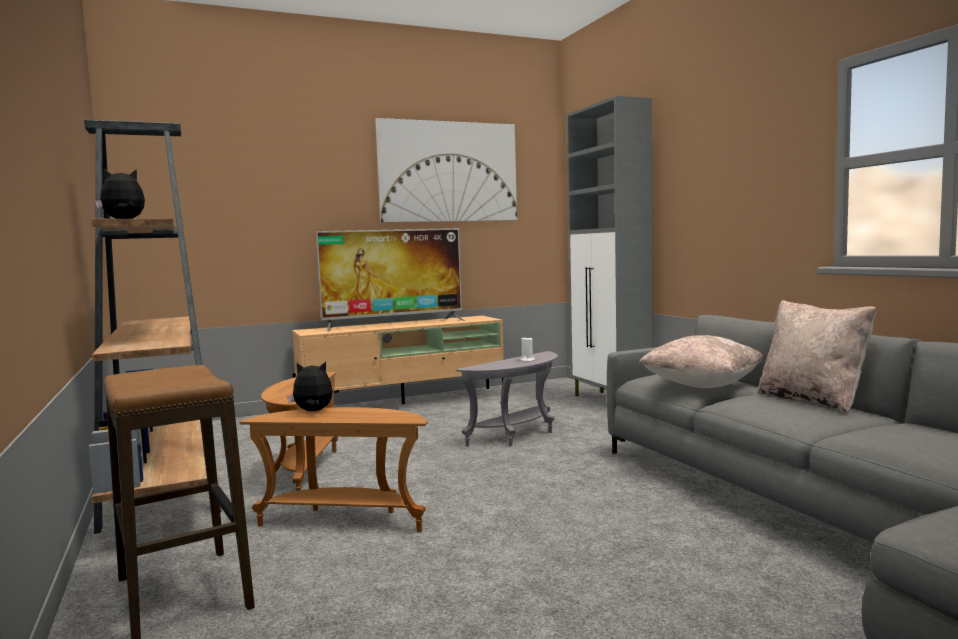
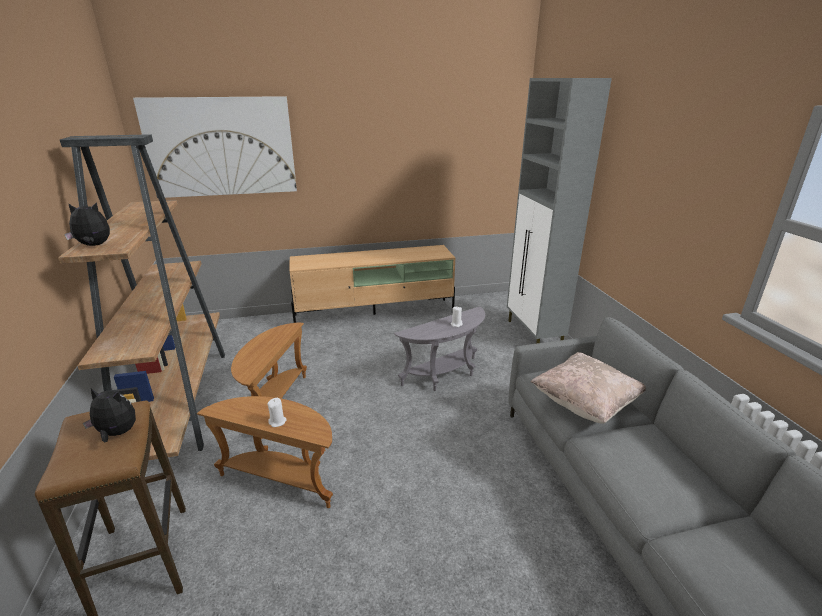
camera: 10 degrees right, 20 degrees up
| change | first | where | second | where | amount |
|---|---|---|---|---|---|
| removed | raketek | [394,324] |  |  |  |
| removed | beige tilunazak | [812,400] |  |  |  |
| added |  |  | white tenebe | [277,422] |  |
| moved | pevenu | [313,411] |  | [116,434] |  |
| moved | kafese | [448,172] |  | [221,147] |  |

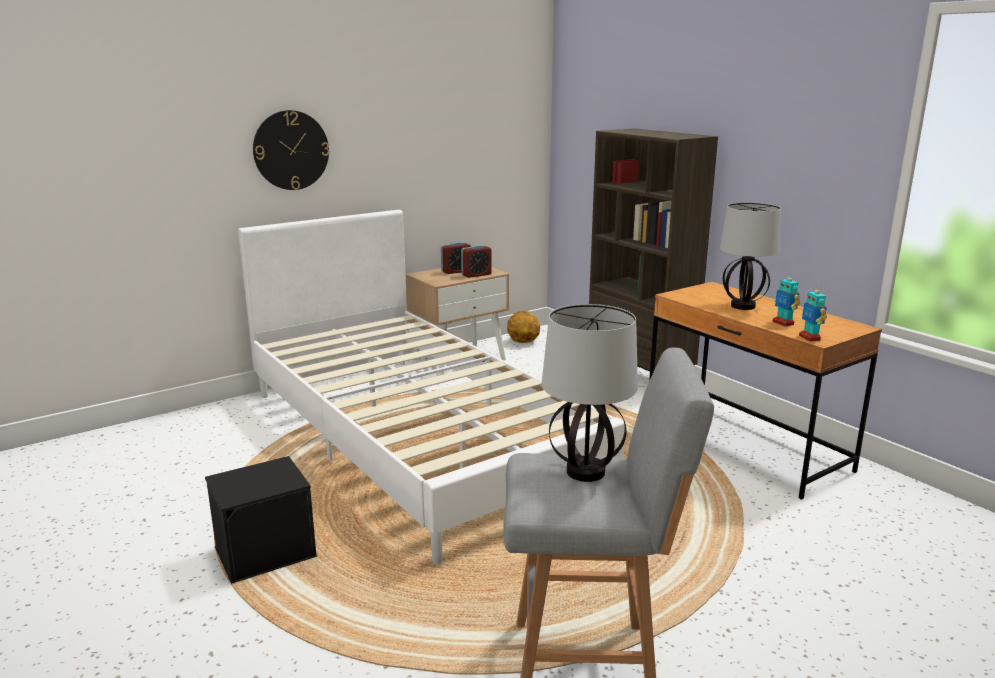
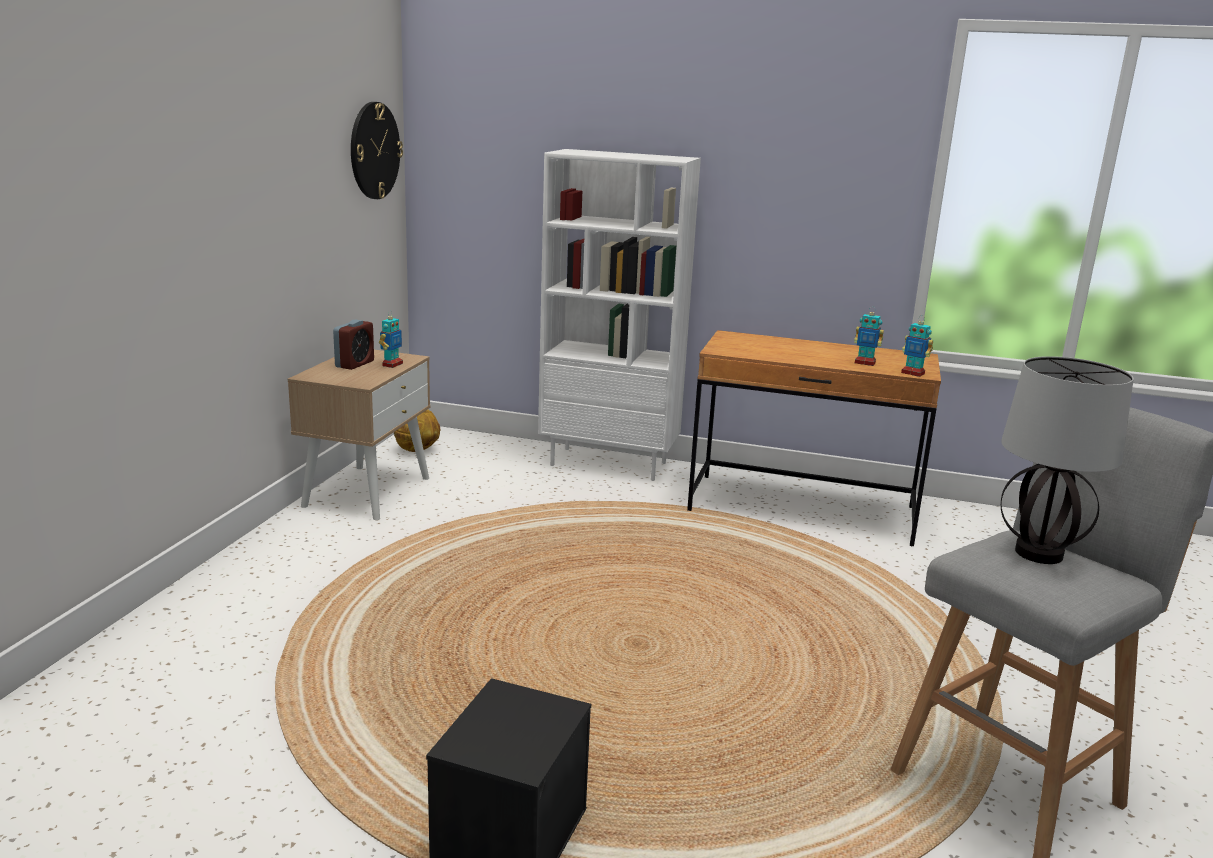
camera: 40 degrees left, 0 degrees up
| change | first | where | second | where | amount |
|---|---|---|---|---|---|
| removed | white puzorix | [415,438] |  |  |  |
| removed | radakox | [742,306] |  |  |  |
| moved | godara | [291,150] |  | [374,151] |  |
| replaced | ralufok | [476,275] | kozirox | [392,364] |  |
| recoloured | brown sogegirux | [640,378] | white sogegirux | [609,463] |  |

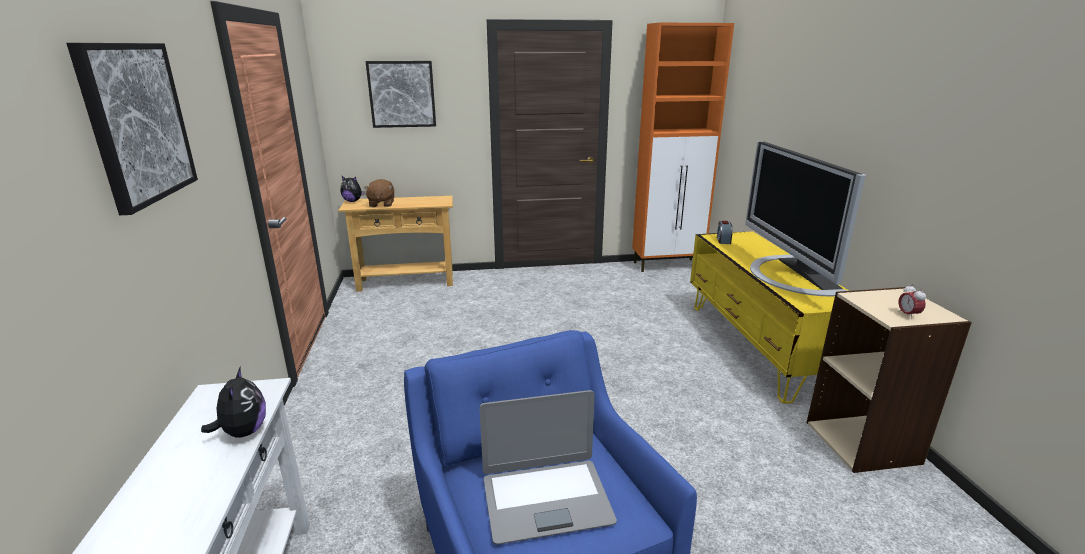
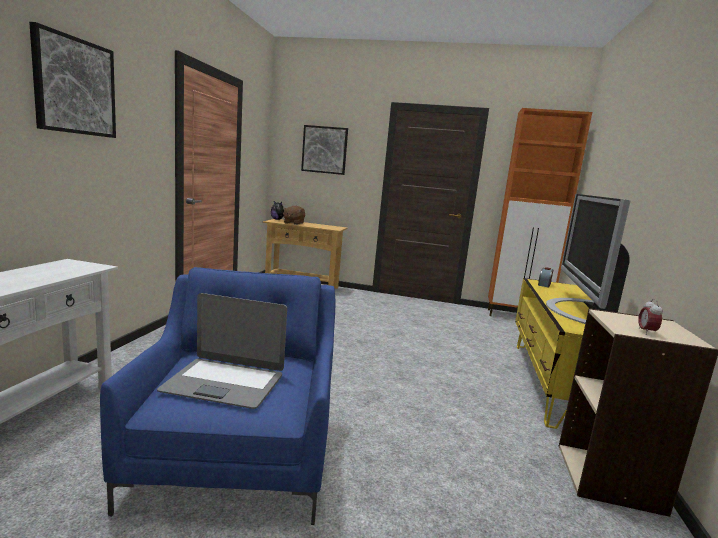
camera: 20 degrees right, 10 degrees down
| change | first | where | second | where | amount |
|---|---|---|---|---|---|
| removed | pevenu | [243,432] |  |  |  |

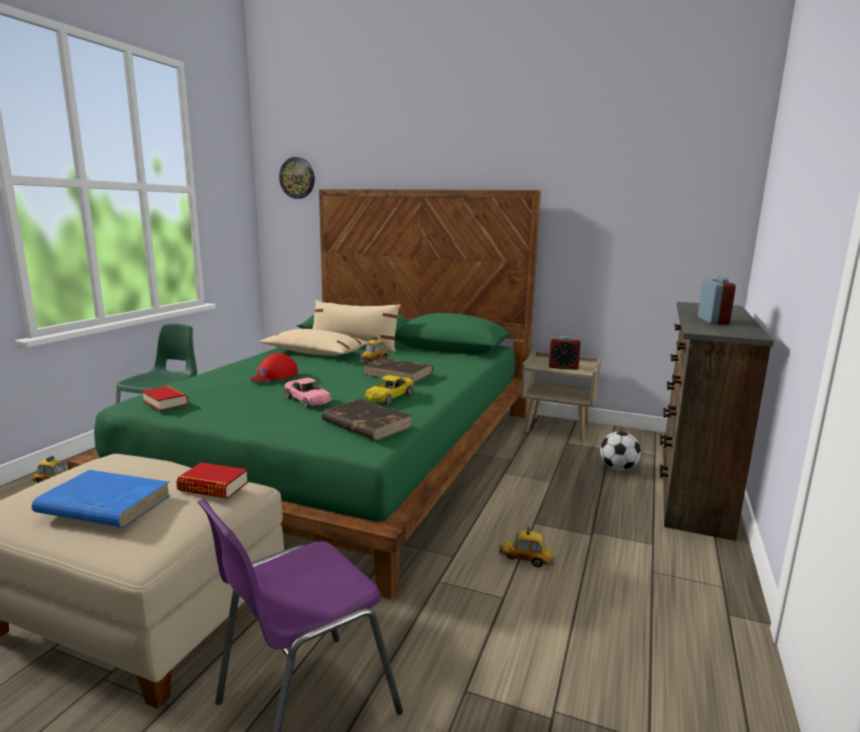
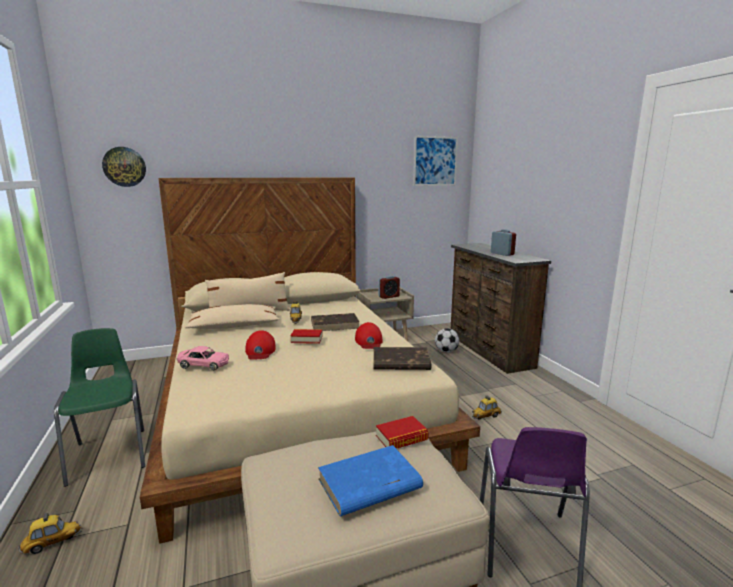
camera: 40 degrees left, 0 degrees up
| change | first | where | second | where | amount |
|---|---|---|---|---|---|
| added |  |  | kafese | [435,161] |  |
| moved | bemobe | [165,403] |  | [307,339] |  |
| moved | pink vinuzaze | [307,400] |  | [204,364] |  |
| replaced | yellow vinuzaze | [389,397] | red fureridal | [369,341] |  |
| recoloured | green puzorix | [351,455] | beige puzorix | [293,399] |  |

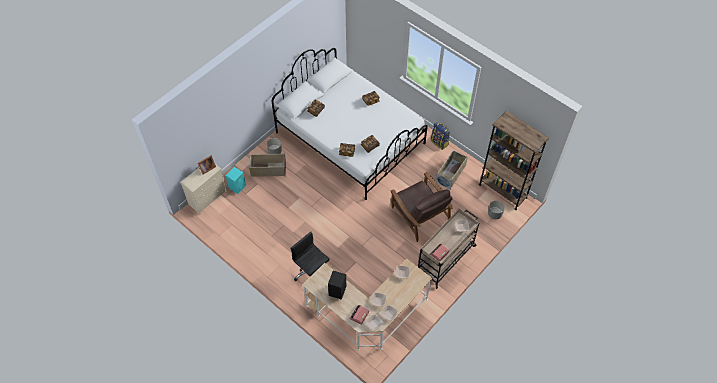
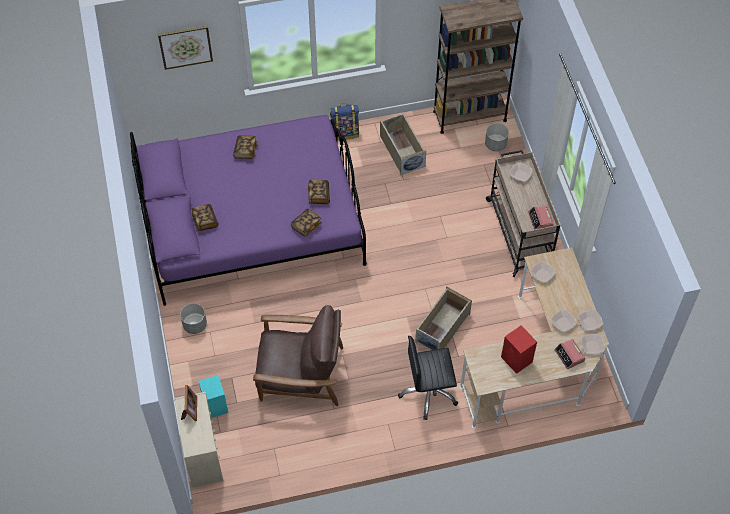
camera: 55 degrees left, 0 degrees up
| change | first | where | second | where | amount |
|---|---|---|---|---|---|
| added |  |  | kafese | [185,46] |  |
| moved | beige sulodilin | [268,169] |  | [442,328] |  |
| moved | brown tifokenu | [419,215] |  | [300,374] |  |
| recoloured | white puzorix | [350,138] | purple puzorix | [252,223] |  |
| recoloured | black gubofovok | [337,291] | red gubofovok | [517,360] |  |

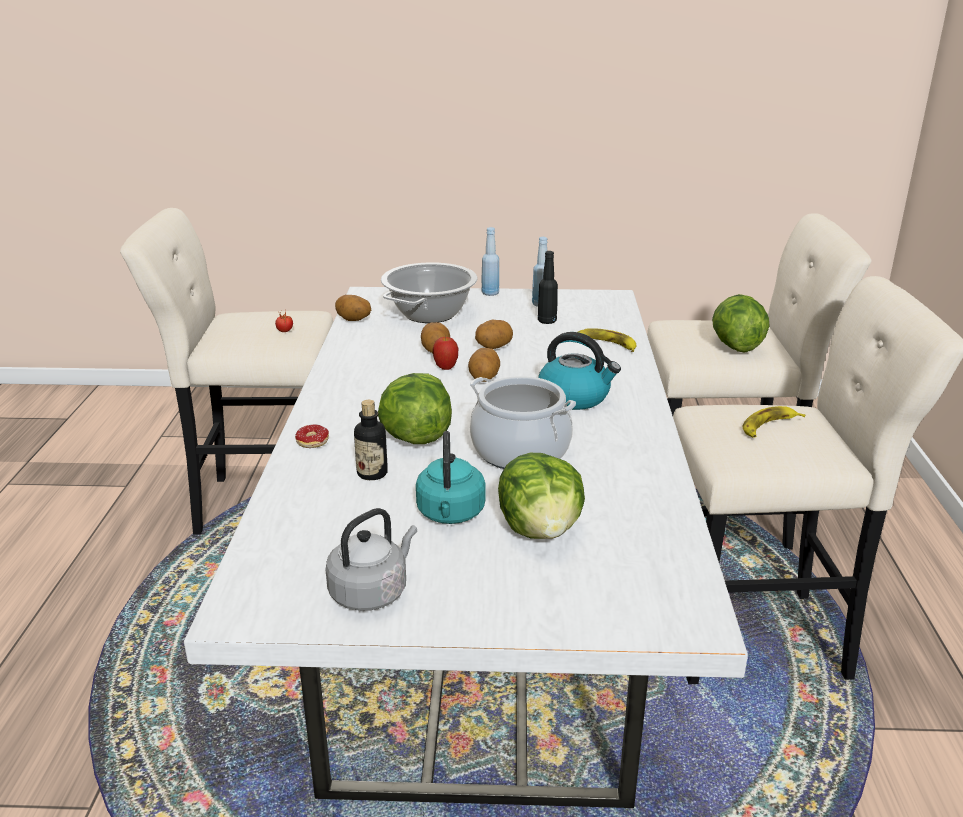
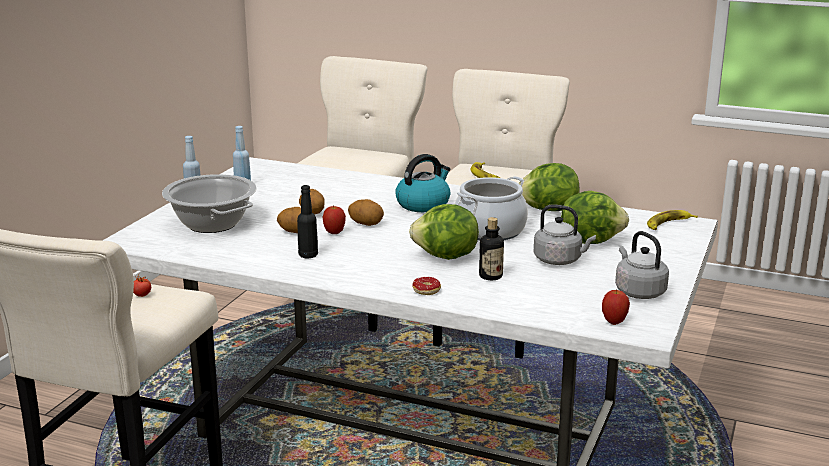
camera: 70 degrees left, 5 degrees down
| change | first | where | second | where | amount |
|---|---|---|---|---|---|
| removed | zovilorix | [353,320] |  |  |  |
| added |  |  | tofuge | [614,322] |  |
| moved | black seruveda | [547,321] |  | [308,255] |  |
| moved | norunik | [606,344] |  | [668,224] |  |
| moved | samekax | [735,346] |  | [548,210] |  |
| recoloured | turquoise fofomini | [450,514] | grey fofomini | [560,260] |  |

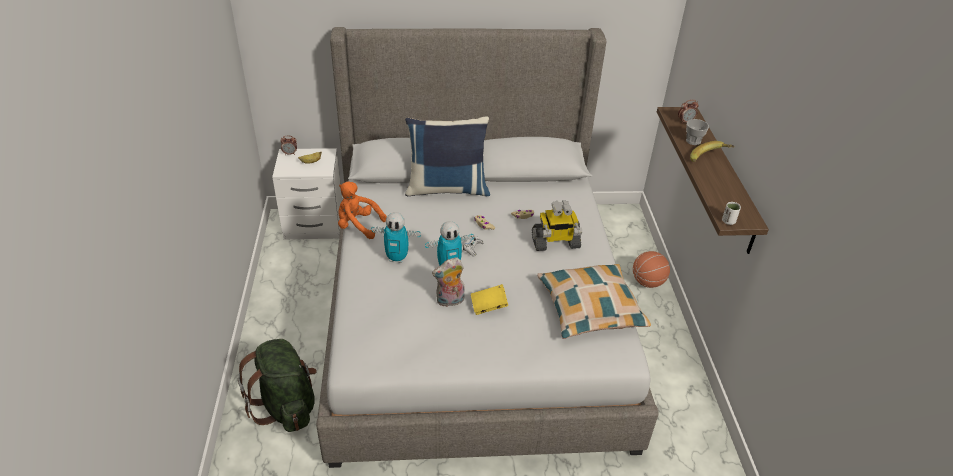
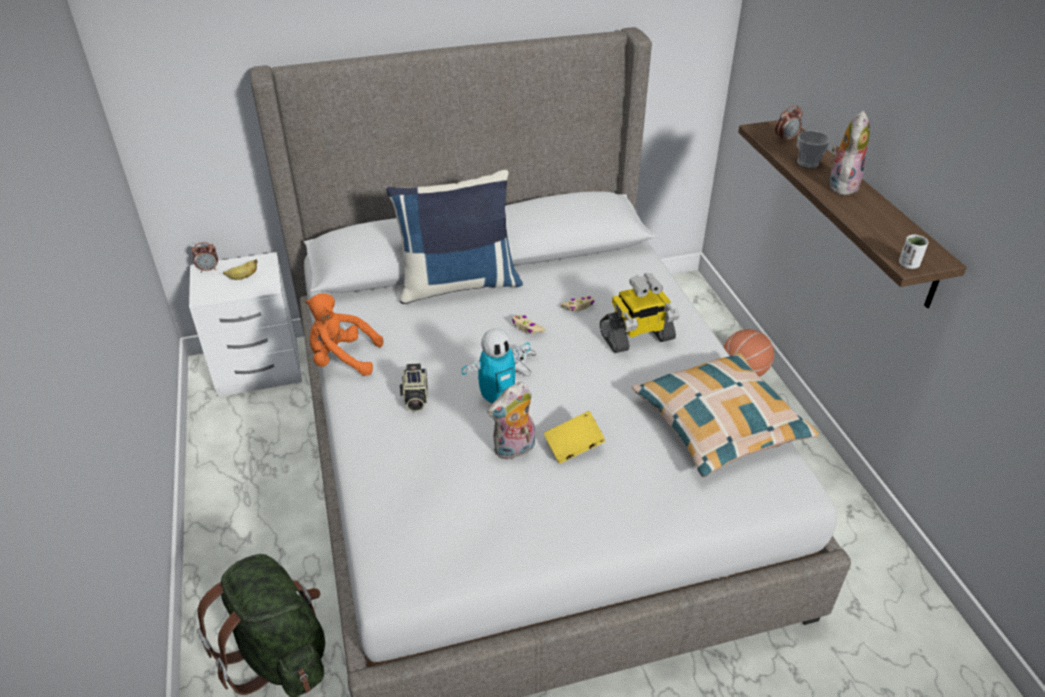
camera: 10 degrees left, 0 degrees up
| change | first | where | second | where | amount |
|---|---|---|---|---|---|
| replaced | kozirox | [397,258] | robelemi | [415,398] |  |
| replaced | norunik | [709,160] | pevenu | [841,184] |  |

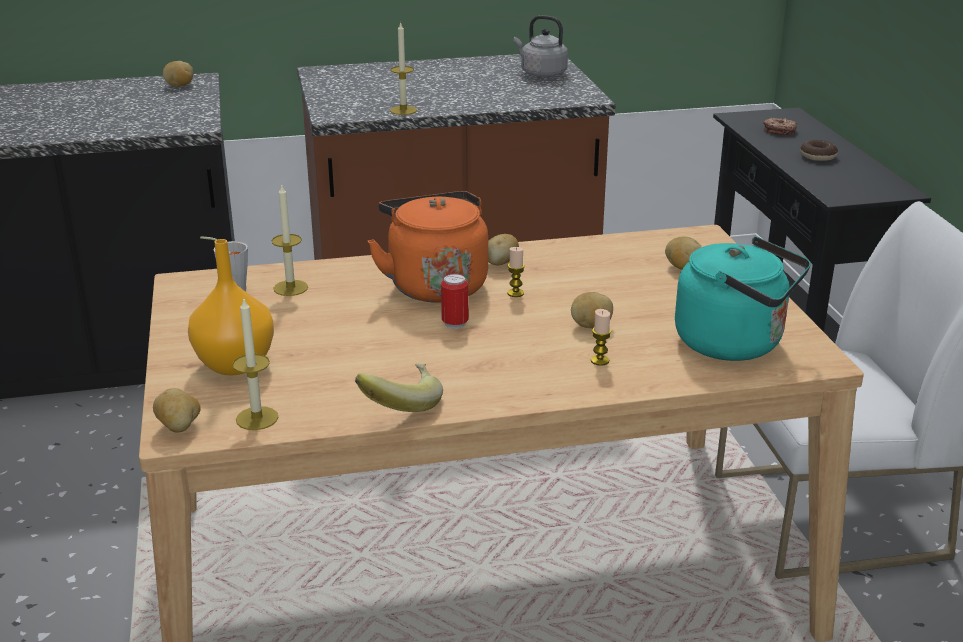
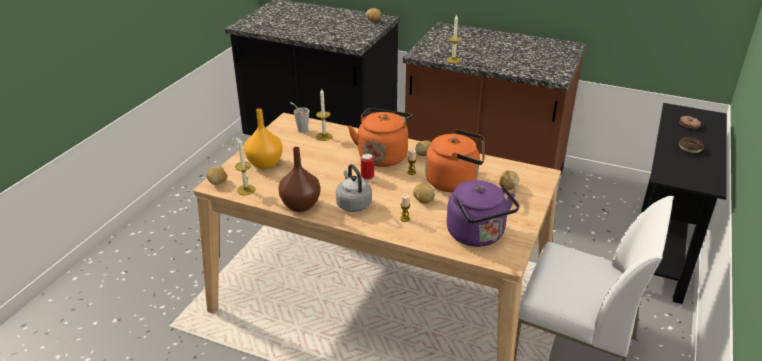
camera: 35 degrees right, 5 degrees up
| change | first | where | second | where | amount |
|---|---|---|---|---|---|
| added |  |  | orange fofomini | [455,182] |  |
| moved | grey fofomini | [541,73] |  | [353,204] |  |
| replaced | norunik | [400,404] | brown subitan | [301,205] |  |
| recoloured | turquoise fofomini | [735,343] | purple fofomini | [478,236] |  |

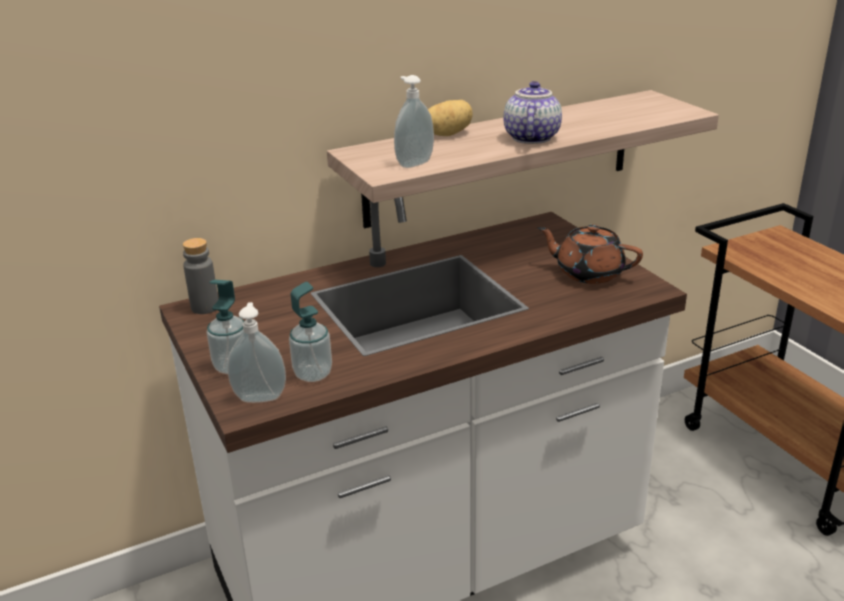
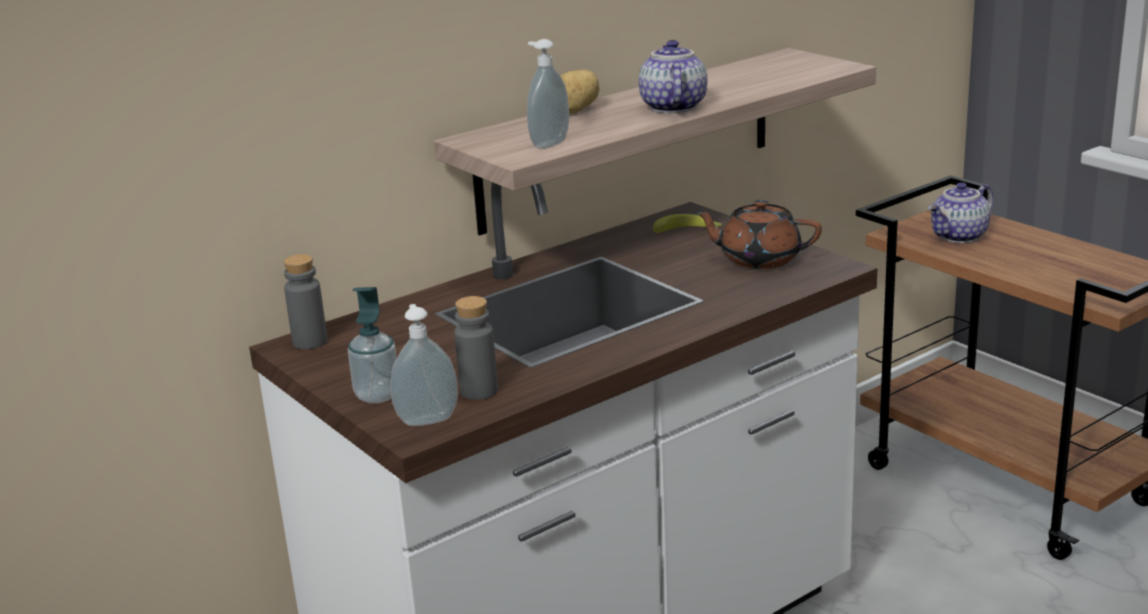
camera: 10 degrees left, 5 degrees down
| change | first | where | second | where | amount |
|---|---|---|---|---|---|
| added |  |  | norunik | [688,231] |  |
| added |  |  | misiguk | [960,236] |  |
| replaced | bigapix | [313,374] | grey seruveda | [479,391] |  |

